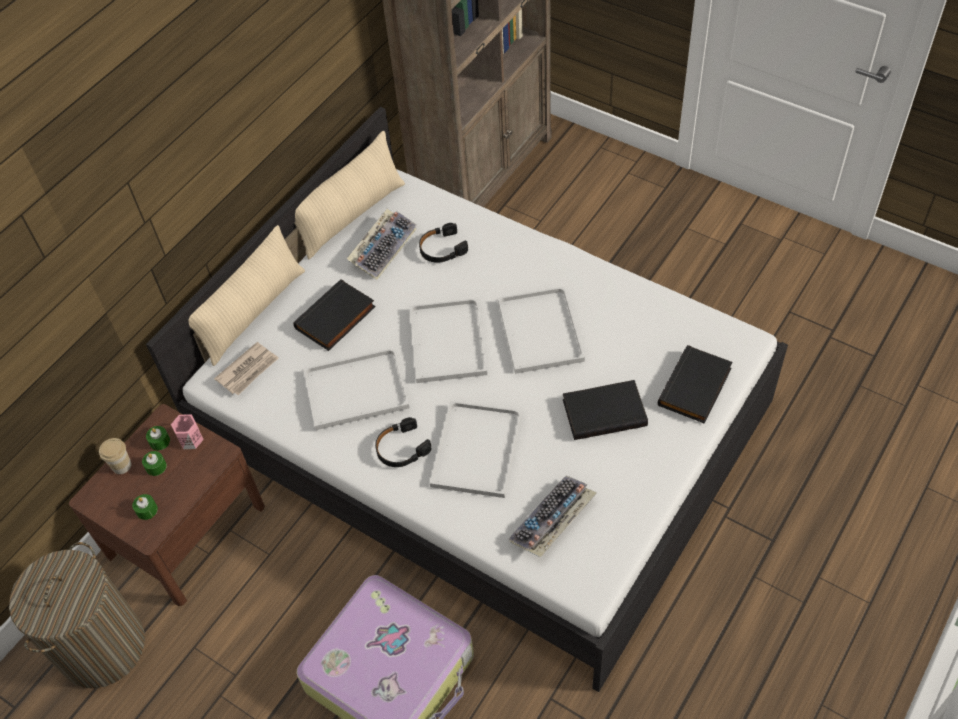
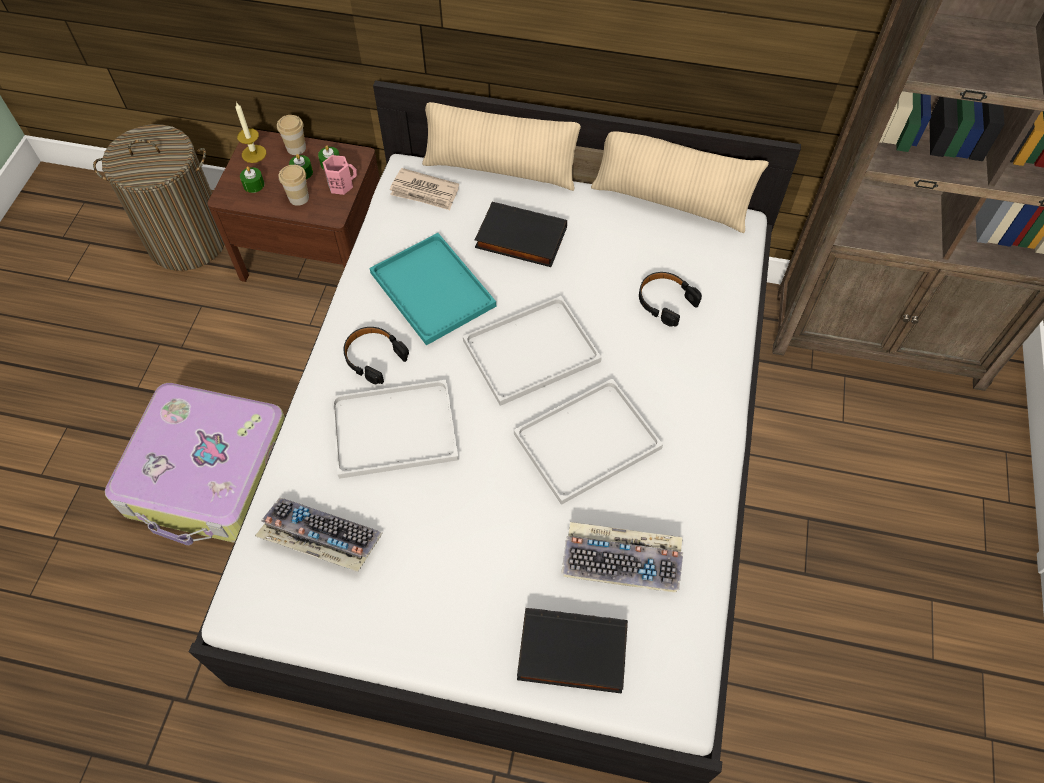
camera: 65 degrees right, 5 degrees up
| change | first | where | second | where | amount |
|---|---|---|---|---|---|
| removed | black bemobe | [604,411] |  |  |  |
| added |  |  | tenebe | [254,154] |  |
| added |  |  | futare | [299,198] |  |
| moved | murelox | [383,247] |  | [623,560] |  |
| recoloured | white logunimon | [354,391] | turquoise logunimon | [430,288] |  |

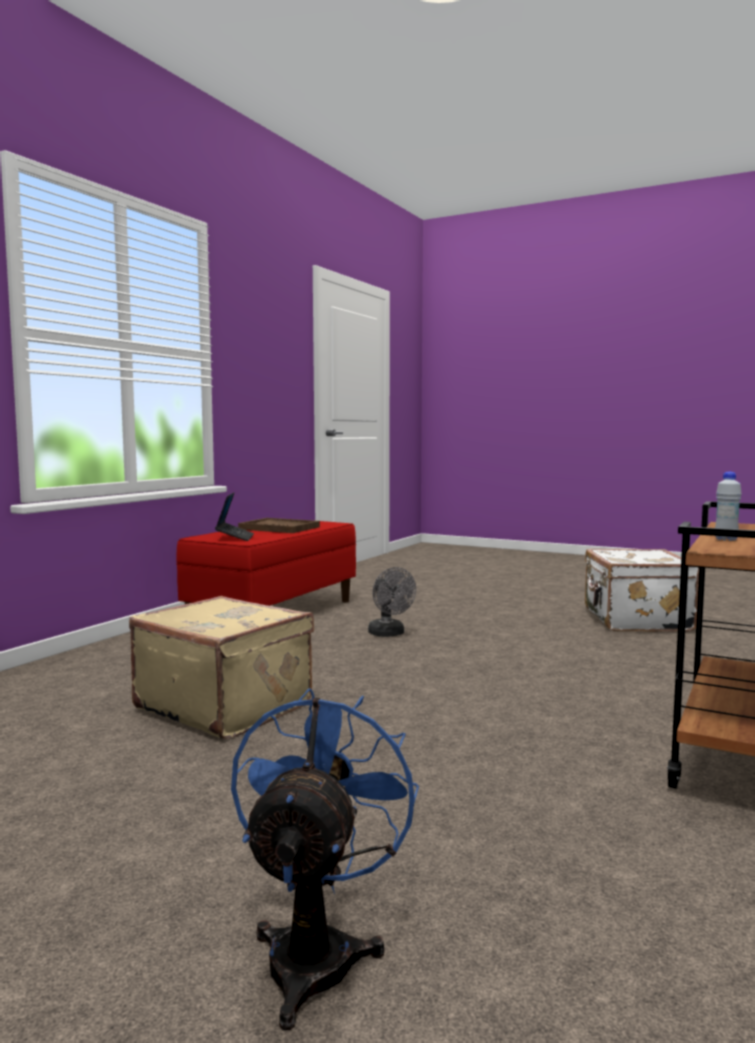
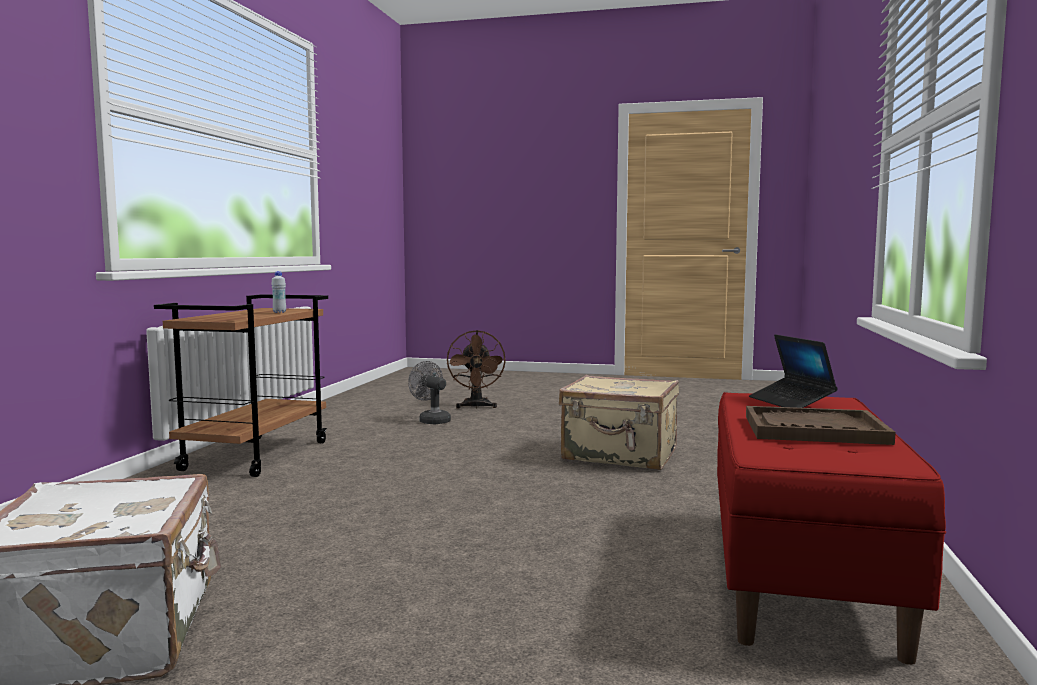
camera: 165 degrees right, 0 degrees up
| change | first | where | second | where | amount |
|---|---|---|---|---|---|
| moved | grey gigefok | [389,634] |  | [431,420] |  |
| recoloured | blue gigefok | [317,951] | brown gigefok | [476,407] |  |

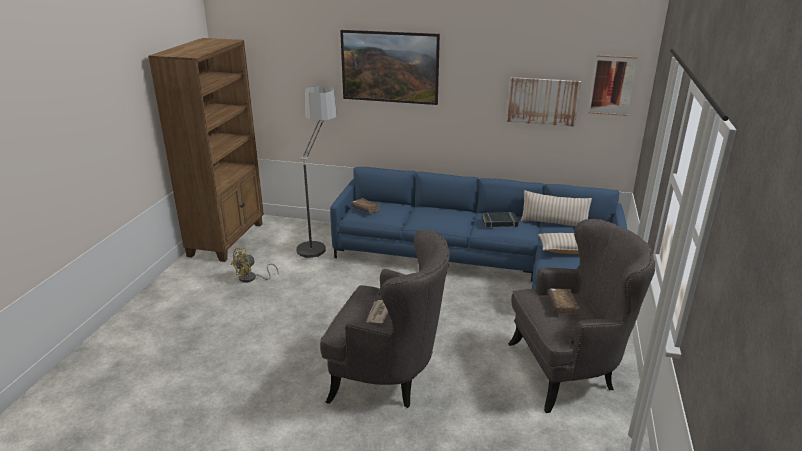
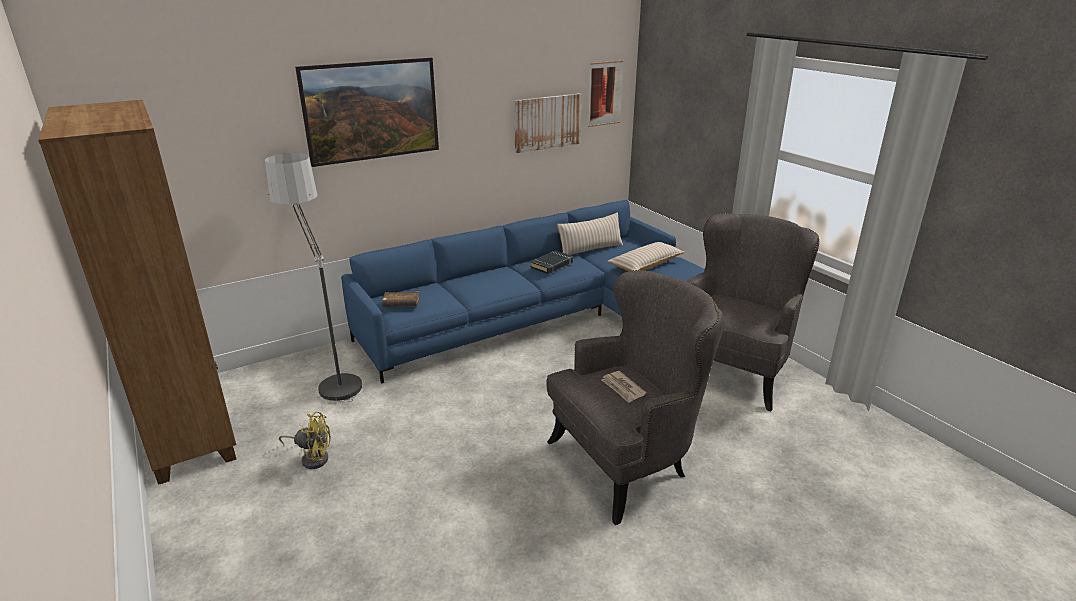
camera: 45 degrees left, 0 degrees up
| change | first | where | second | where | amount |
|---|---|---|---|---|---|
| removed | brown bemobe | [562,306] |  |  |  |
| turned | yellow gigefok | [251,278] |  | [312,457] | 90 degrees counterclockwise |

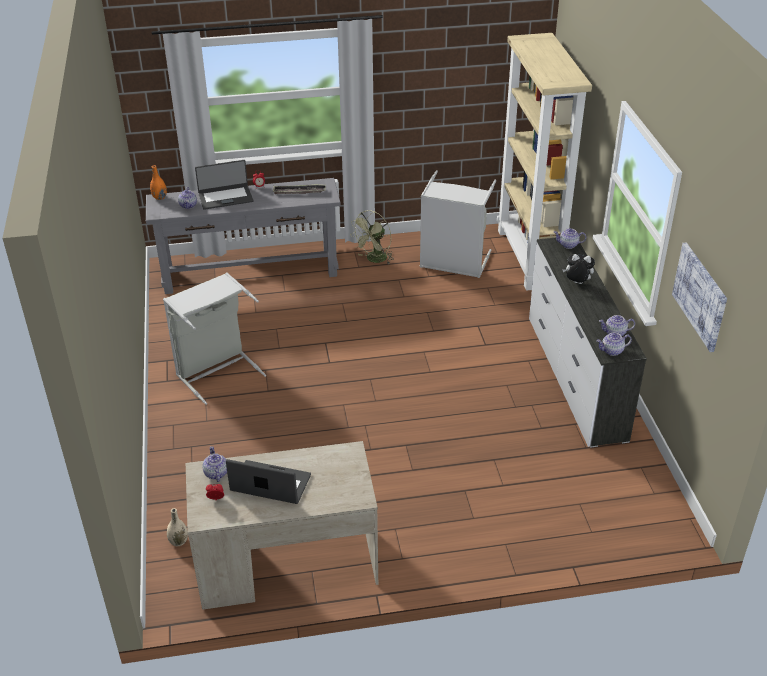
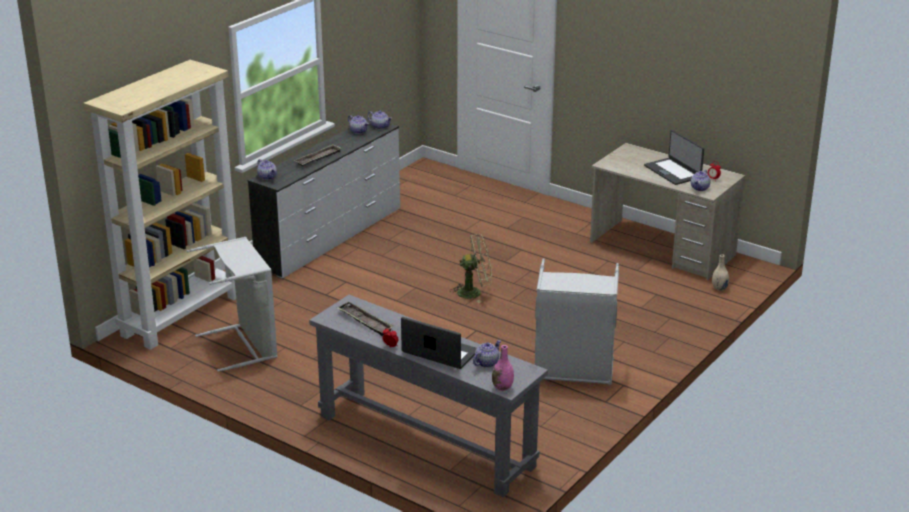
camera: 135 degrees left, 10 degrees down
| change | first | where | second | where | amount |
|---|---|---|---|---|---|
| removed | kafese | [700,296] |  |  |  |
| moved | green gigefok | [374,260] |  | [474,292] |  |
| replaced | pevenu | [577,283] | logunimon | [318,158] |  |
| recoloured | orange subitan | [159,197] | pink subitan | [502,387] |  |

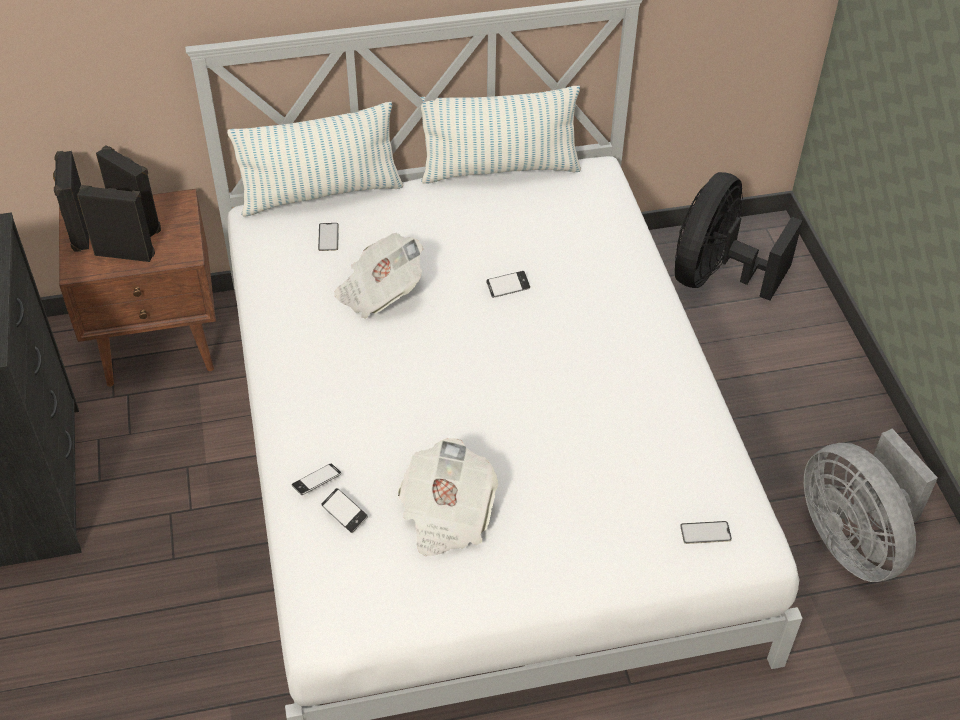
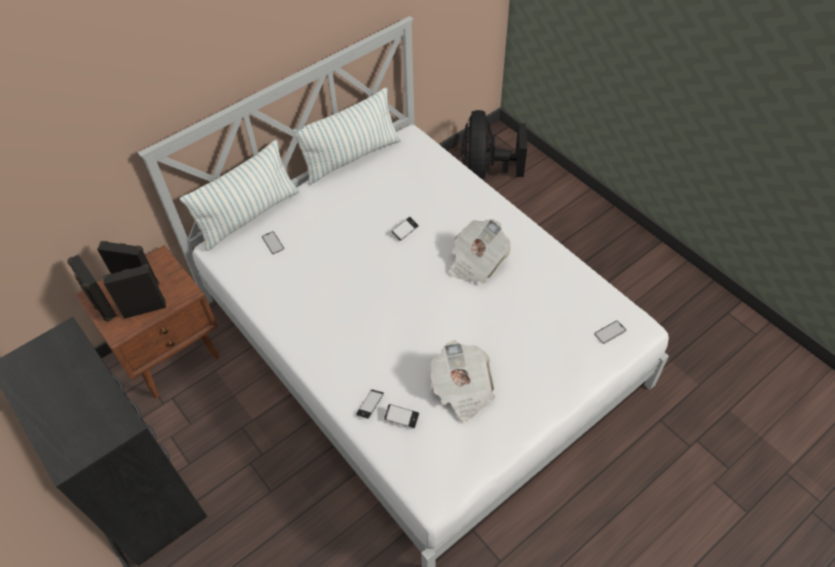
camera: 25 degrees left, 5 degrees up
| change | first | where | second | where | amount |
|---|---|---|---|---|---|
| removed | grey gigefok | [853,541] |  |  |  |
| moved | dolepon | [379,292] |  | [476,262] |  |

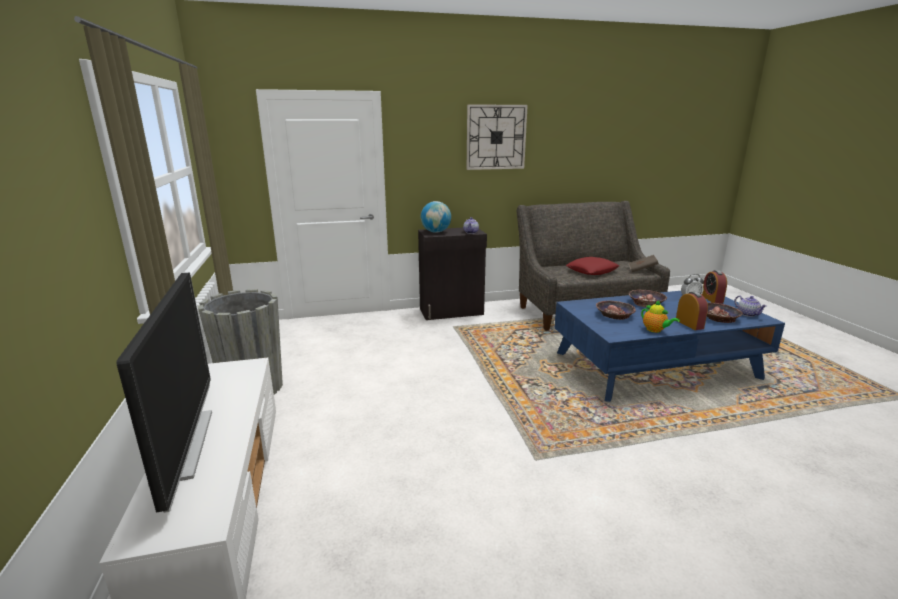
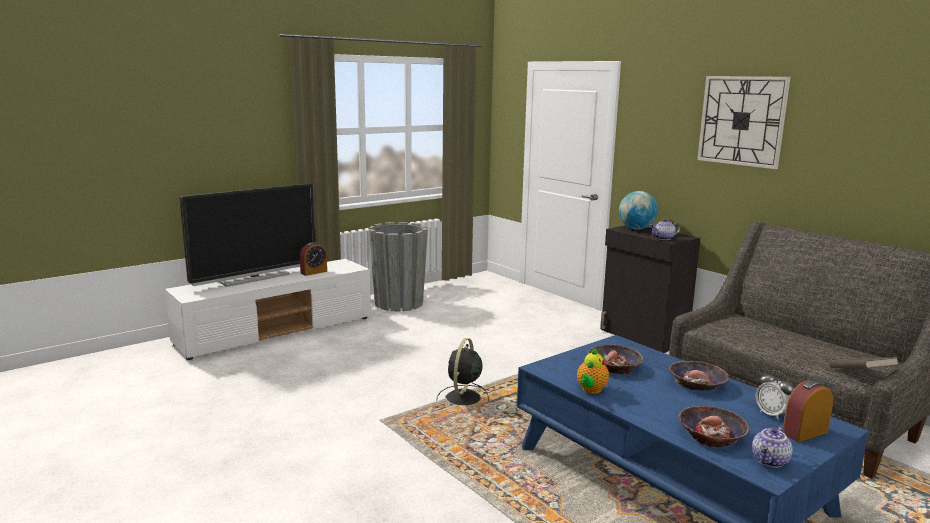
camera: 65 degrees right, 5 degrees down
| change | first | where | second | where | amount |
|---|---|---|---|---|---|
| removed | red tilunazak | [592,270] |  |  |  |
| added |  |  | black gigefok | [462,399] |  |
| moved | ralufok | [689,324] |  | [314,272] |  |

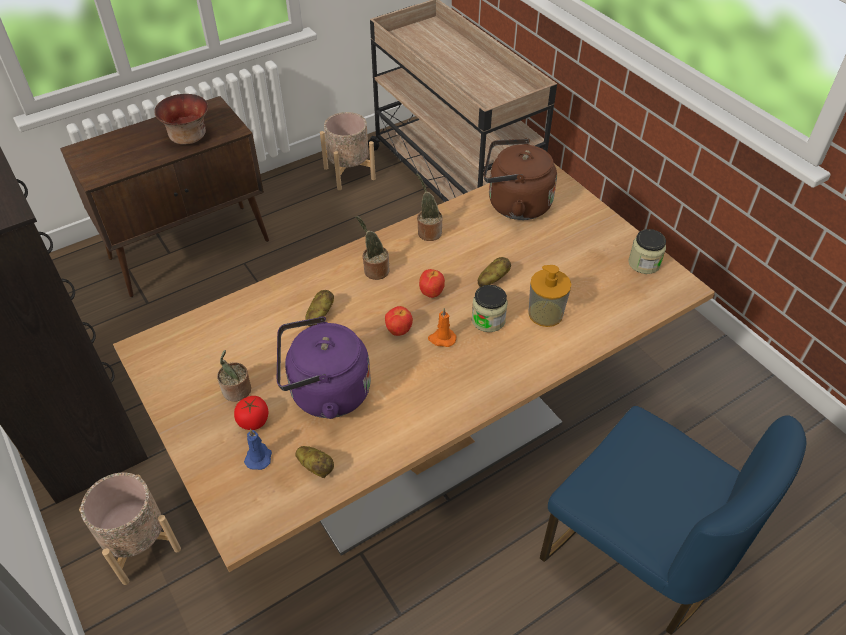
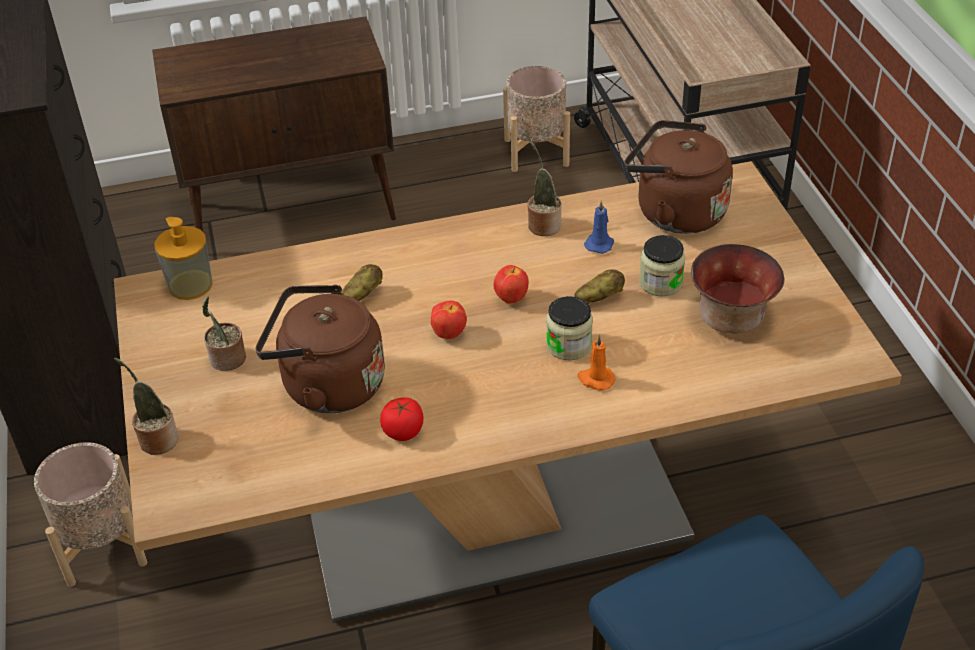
camera: 20 degrees right, 5 degrees down
| change | first | where | second | where | amount |
|---|---|---|---|---|---|
| removed | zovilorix | [316,467] |  |  |  |
| moved | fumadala | [188,137] |  | [730,318] |  |
| moved | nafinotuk | [253,421] |  | [403,431] |  |
| moved | blue tenebe | [259,457] |  | [599,244] |  |
| moved | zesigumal | [374,270] |  | [156,439] |  |
| moved | orange tenebe | [442,339] |  | [595,379] |  |
| moved | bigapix | [545,314] |  | [190,285] |  |
| moved | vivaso | [644,263] |  | [660,283] |  |
| recoloured | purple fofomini | [325,393] | brown fofomini | [327,385] |  |

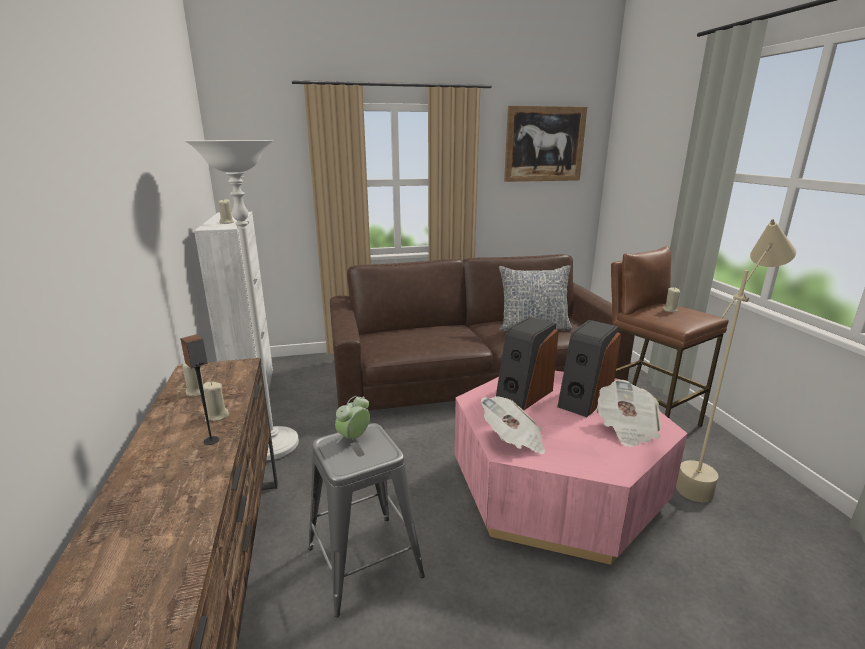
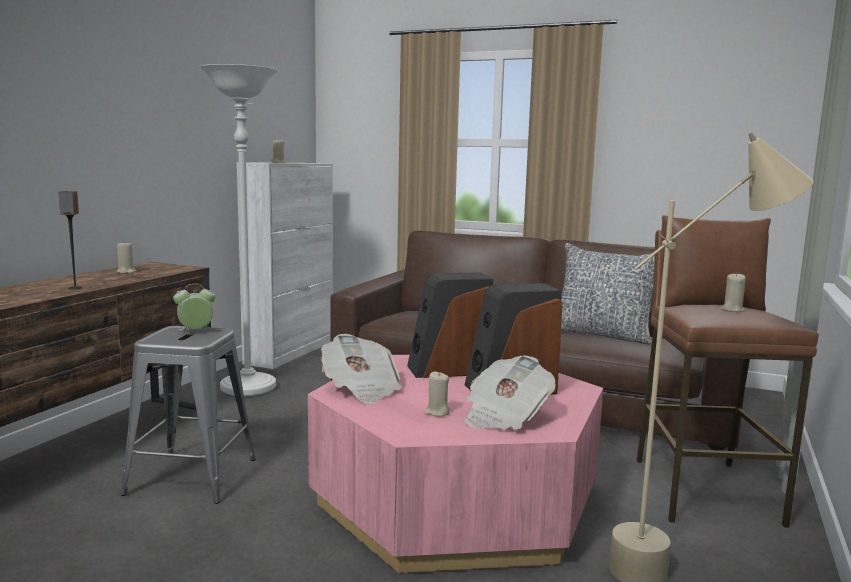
camera: 35 degrees right, 10 degrees down
| change | first | where | second | where | amount |
|---|---|---|---|---|---|
| removed | kafese | [544,144] |  |  |  |
| moved | beige tenebe | [216,416] |  | [437,412] |  |

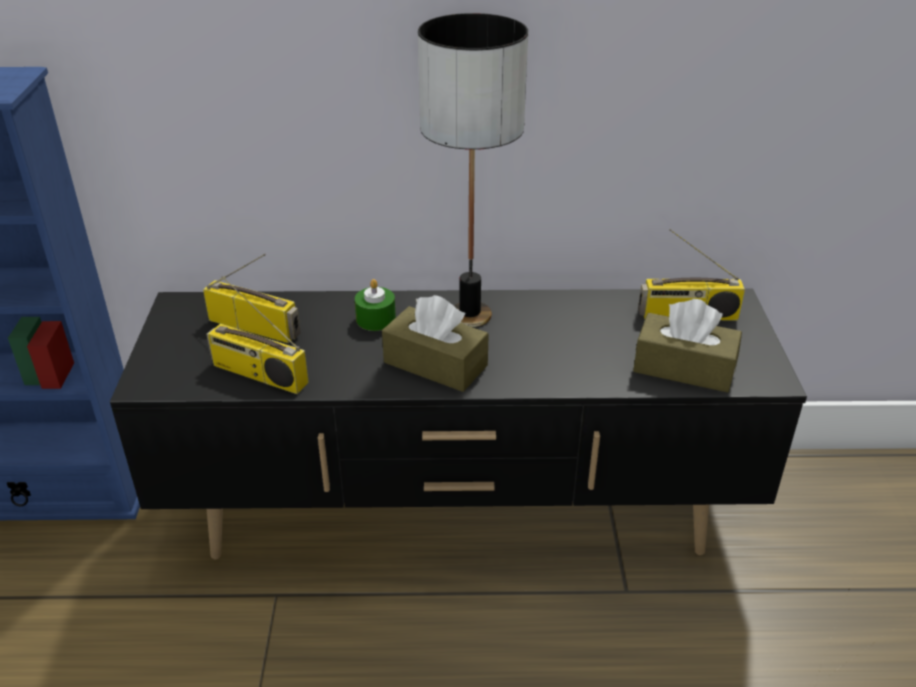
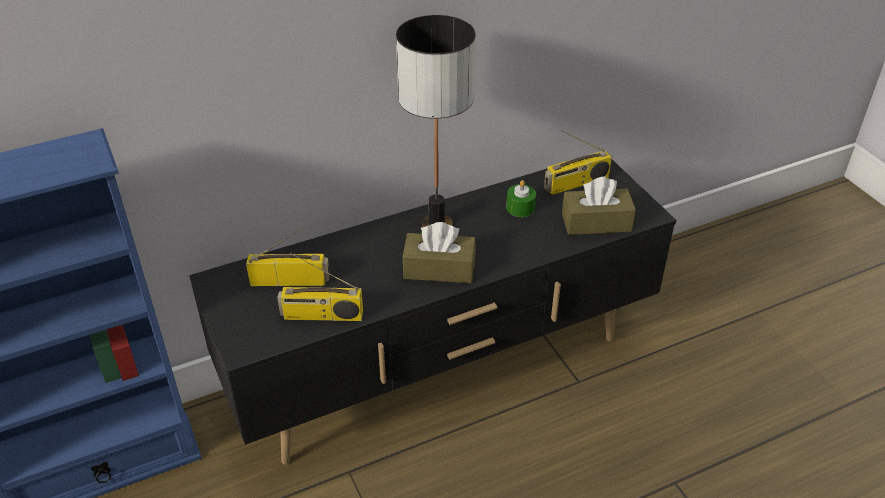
camera: 25 degrees left, 5 degrees up
| change | first | where | second | where | amount |
|---|---|---|---|---|---|
| moved | green tenebe | [376,319] |  | [520,208] |  |

